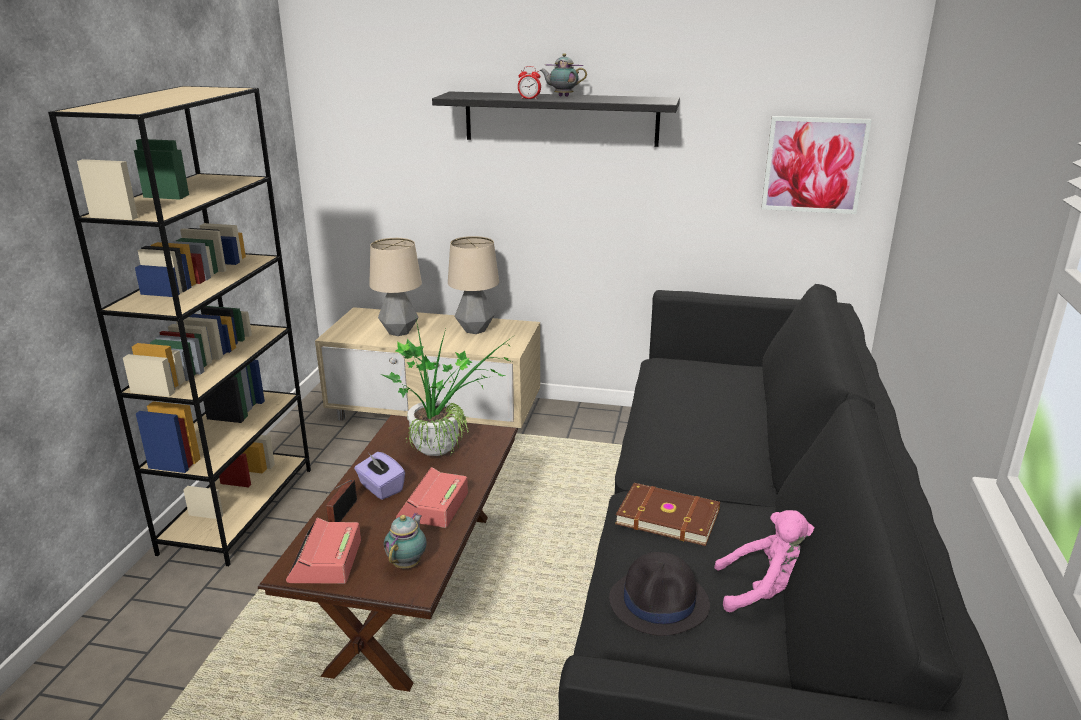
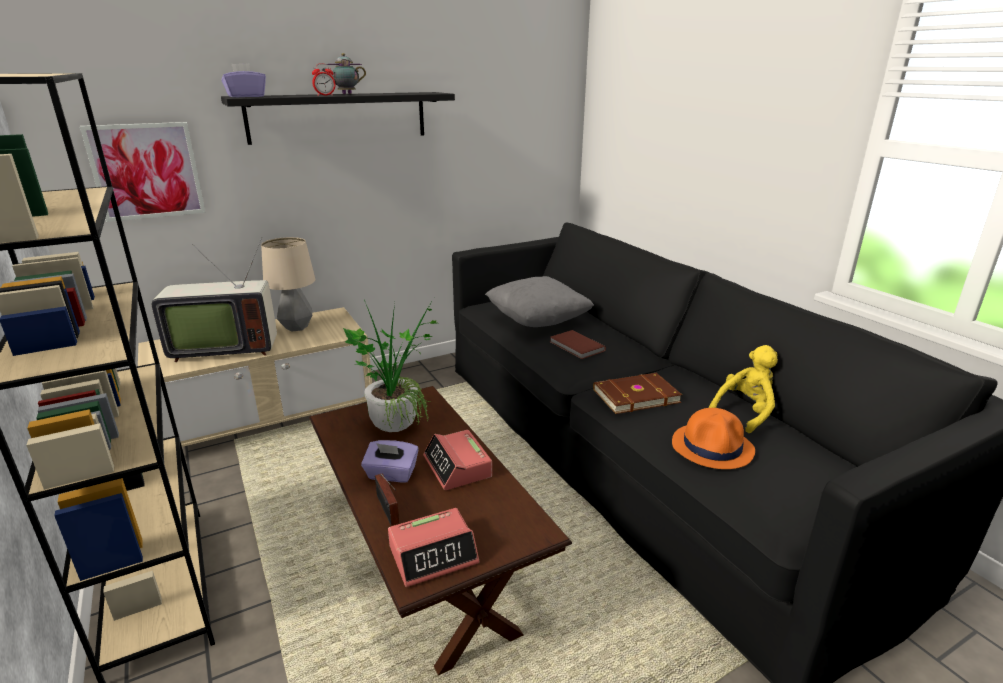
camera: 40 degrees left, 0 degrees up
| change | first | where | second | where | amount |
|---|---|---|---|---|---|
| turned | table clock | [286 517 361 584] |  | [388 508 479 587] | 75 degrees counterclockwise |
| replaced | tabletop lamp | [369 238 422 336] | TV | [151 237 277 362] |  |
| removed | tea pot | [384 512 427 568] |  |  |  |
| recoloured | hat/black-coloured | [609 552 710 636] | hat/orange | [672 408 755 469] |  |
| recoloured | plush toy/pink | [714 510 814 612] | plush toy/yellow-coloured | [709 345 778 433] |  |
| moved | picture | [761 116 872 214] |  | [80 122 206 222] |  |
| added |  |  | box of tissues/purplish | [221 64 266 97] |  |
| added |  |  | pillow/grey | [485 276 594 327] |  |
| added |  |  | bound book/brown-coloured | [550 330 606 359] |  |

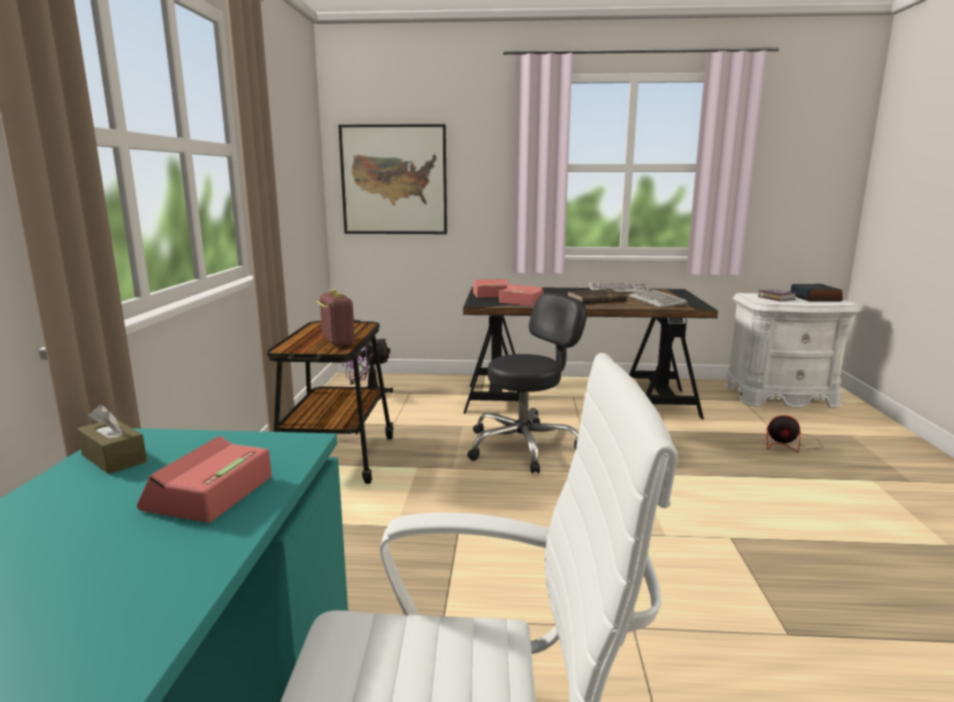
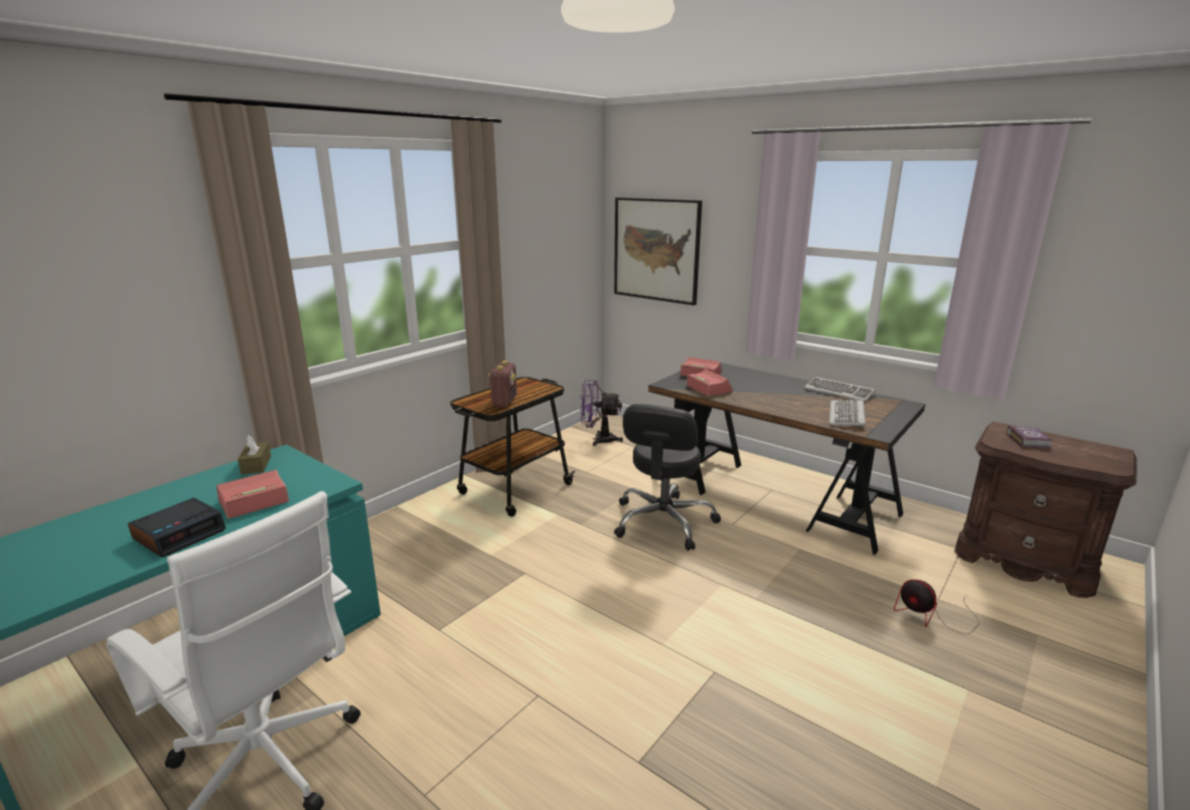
camera: 35 degrees right, 5 degrees up
| change | first | where | second | where | amount |
|---|---|---|---|---|---|
| turned | office chair/black-coloured | [467 293 587 473] |  | [614 404 721 550] | 105 degrees clockwise |
| removed | bound book/brown-coloured | [567 289 627 304] |  |  |  |
| recoloured | bedside table/white | [725 293 860 408] | bedside table/brown-coloured | [954 421 1137 598] |  |
| moved | table clock | [791 284 843 302] |  | [128 498 226 557] |  |

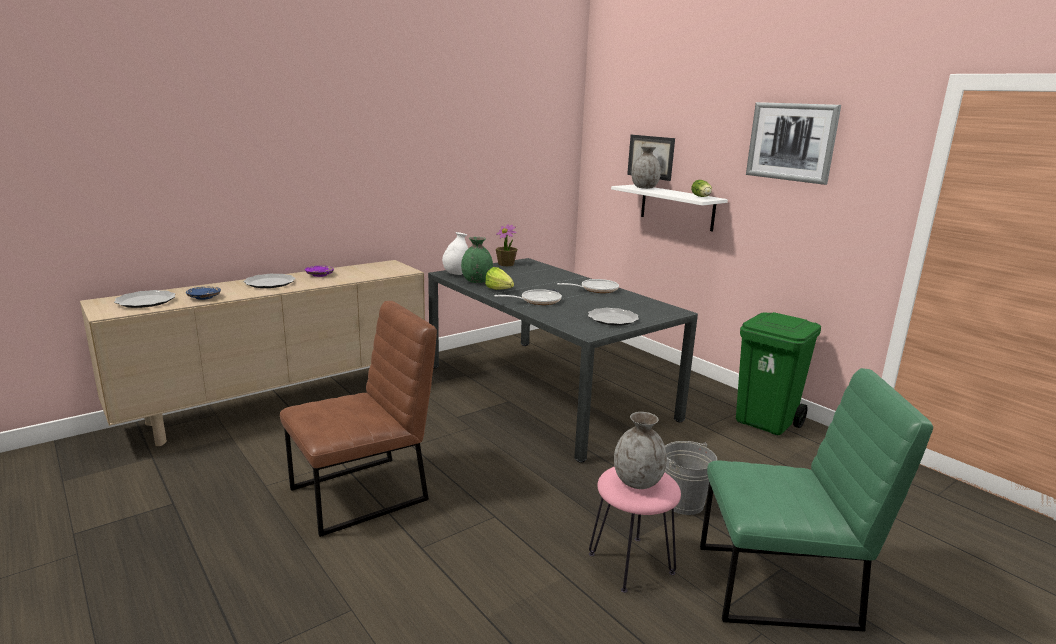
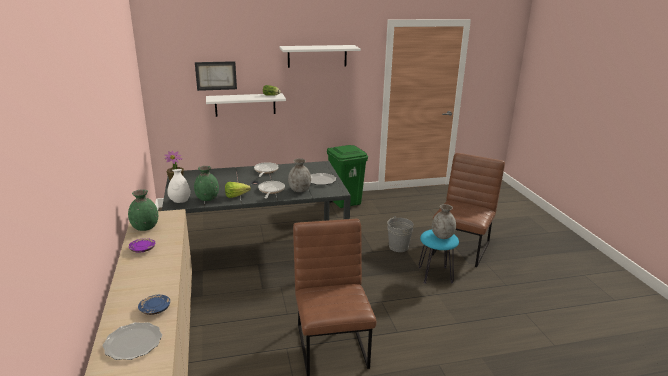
camera: 65 degrees left, 5 degrees up
| change | first | where | second | where | amount |
|---|---|---|---|---|---|
| removed | dinner plate | [243 274 296 288] |  |  |  |
| recoloured | stool seat/pink | [589 467 681 593] | stool seat/blue-green | [418 229 459 284] |  |
| moved | flower vase/grey | [632 146 661 189] |  | [288 158 311 192] |  |
| recoloured | plain chair/green | [700 368 933 632] | plain chair/brown-coloured | [432 153 505 267] |  |
| replaced | picture | [746 102 841 185] | shelf/white | [279 45 361 68] |  |
| added |  |  | flower vase/green | [128 189 158 231] |  |

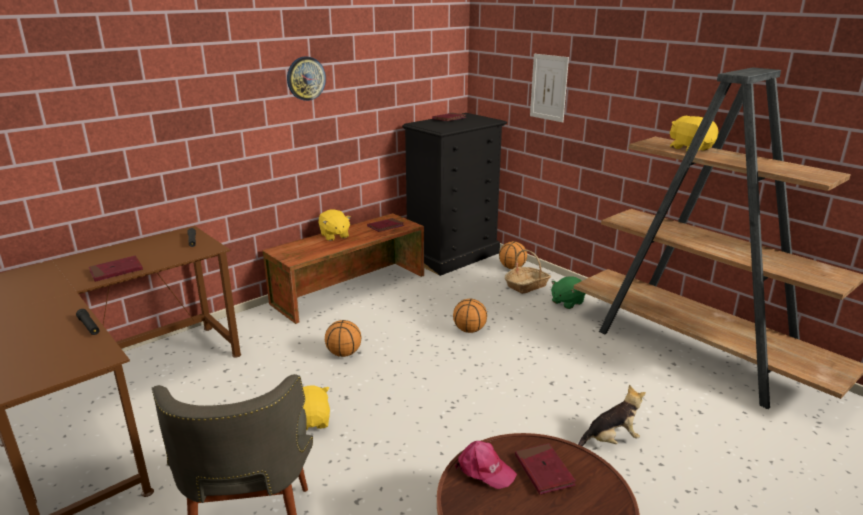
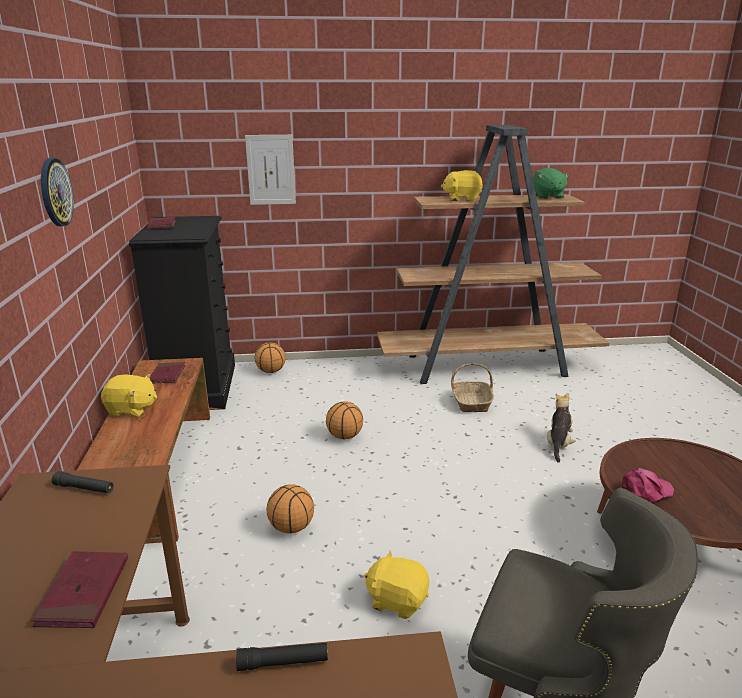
camera: 55 degrees left, 0 degrees up
| change | first | where | second | where | amount |
|---|---|---|---|---|---|
| moved | storage basket | [505 249 551 294] |  | [451 363 494 412] |  |
| removed | bound book/reddish | [515 443 576 495] |  |  |  |
| moved | plush toy/green | [551 276 585 309] |  | [533 168 570 199] |  |

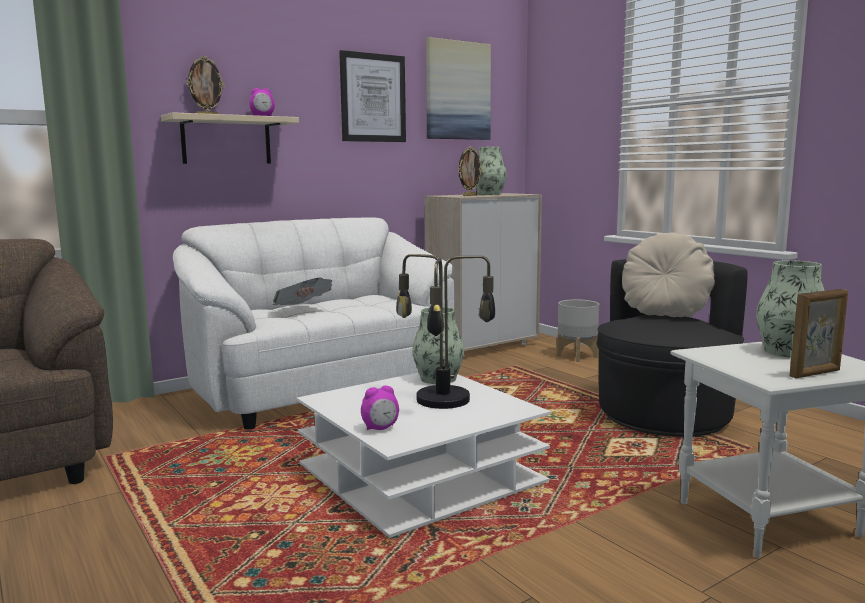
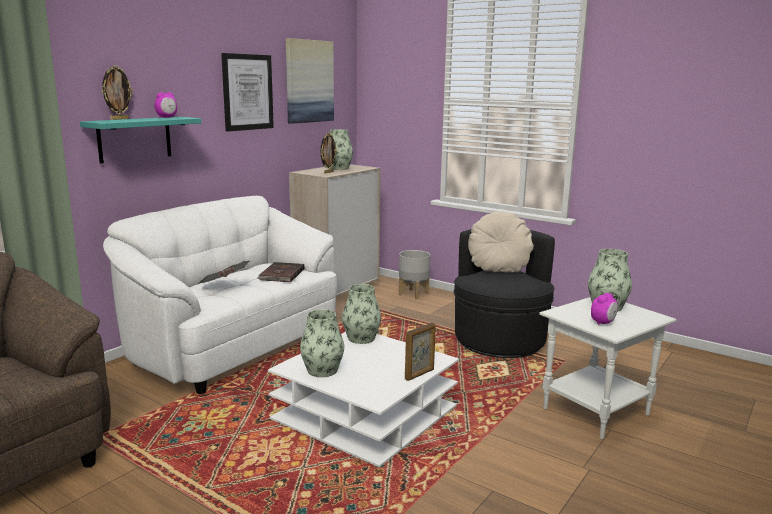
camera: 20 degrees left, 5 degrees up
| change | first | where | second | where | amount |
|---|---|---|---|---|---|
| recoloured | shelf/beige | [161 112 299 164] | shelf/blue-green | [80 117 201 164] |  |
| moved | table clock | [361 385 399 430] |  | [591 293 618 325] |  |
| removed | tabletop lamp | [396 254 495 409] |  |  |  |
| moved | standing frame | [790 289 848 378] |  | [405 323 436 381] |  |
| added |  |  | bound book/brown-coloured | [256 262 304 282] |  |
| added |  |  | flower vase | [300 309 344 377] |  |

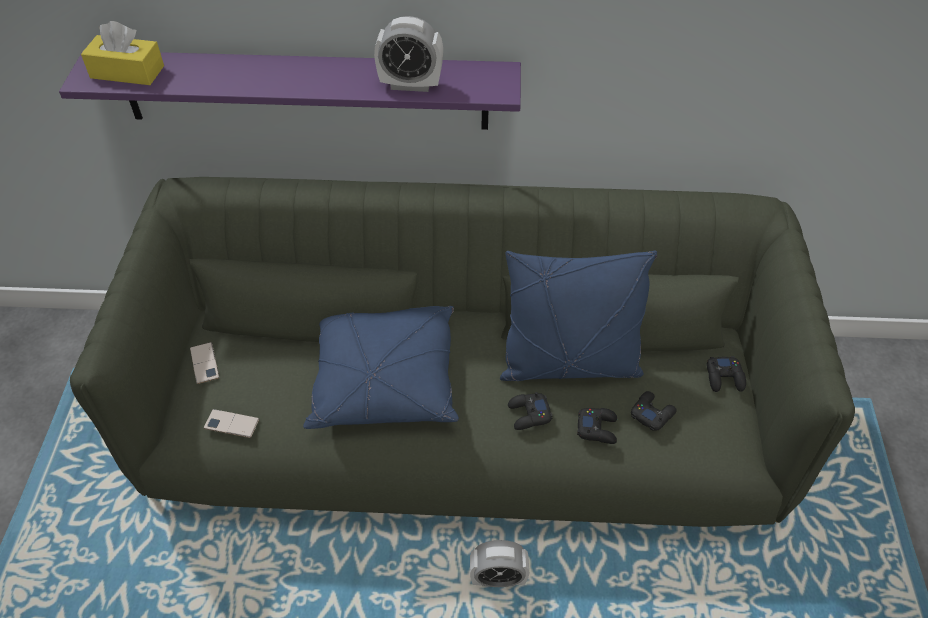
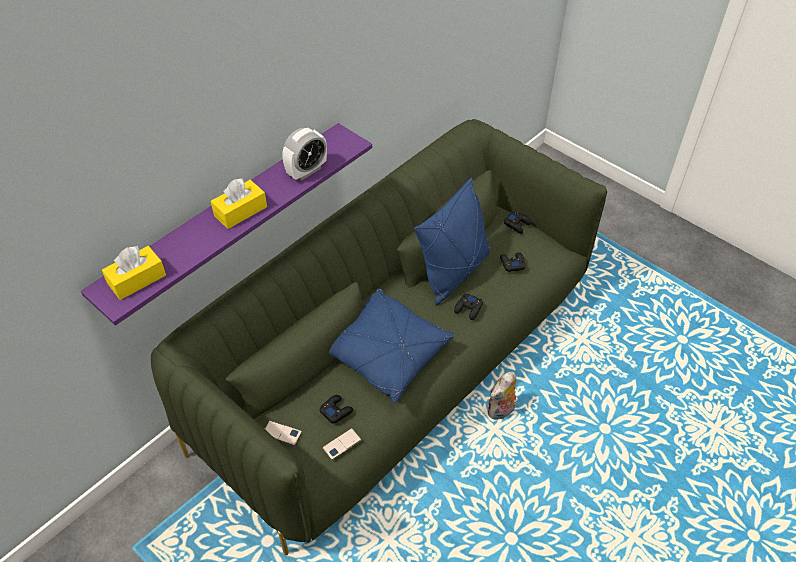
camera: 50 degrees left, 0 degrees up
| change | first | where | second | where | amount |
|---|---|---|---|---|---|
| replaced | table clock | [470 540 529 587] | plush toy | [488 372 517 420] |  |
| moved | gamepad/black-coloured | [577 408 617 444] |  | [320 395 353 424] |  |
| added |  |  | box of tissues/yellow-coloured | [211 178 267 229] |  |

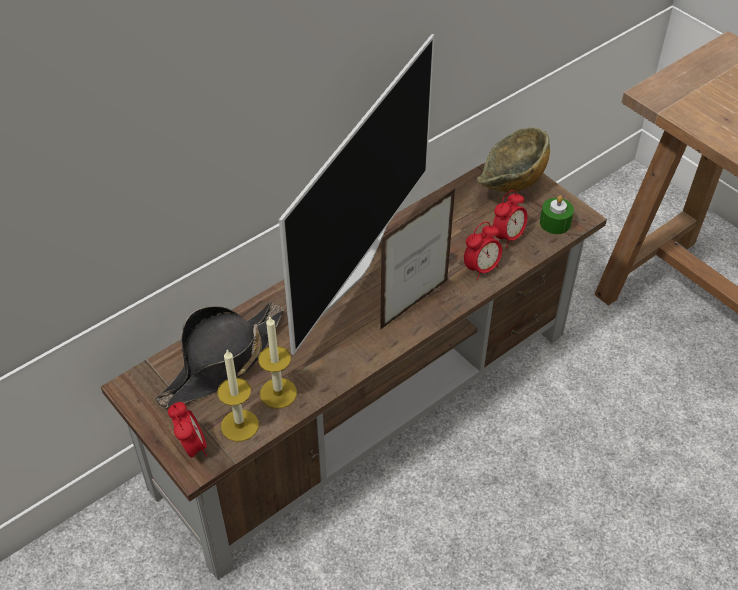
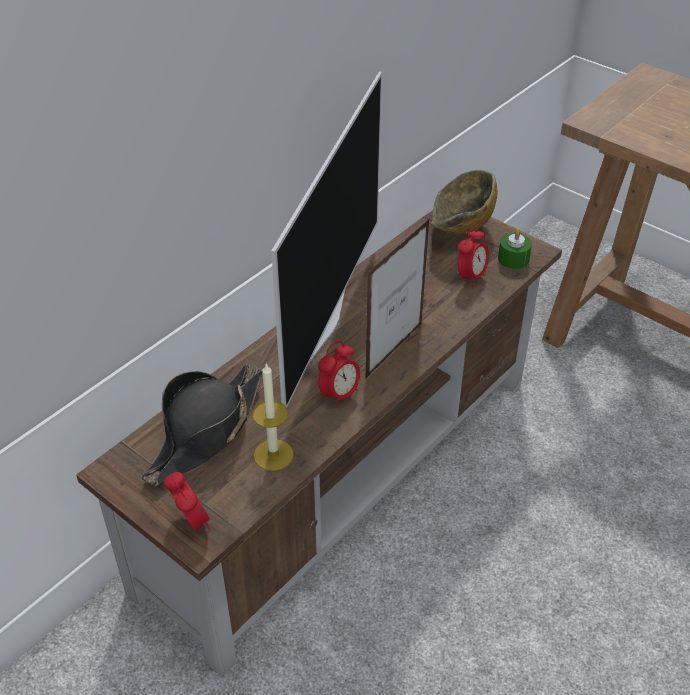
camera: 10 degrees left, 5 degrees down
| change | first | where | second | where | amount |
|---|---|---|---|---|---|
| removed | candle | [217 349 259 442] |  |  |  |
| moved | table clock | [464 222 502 280] |  | [318 341 360 408] |  |

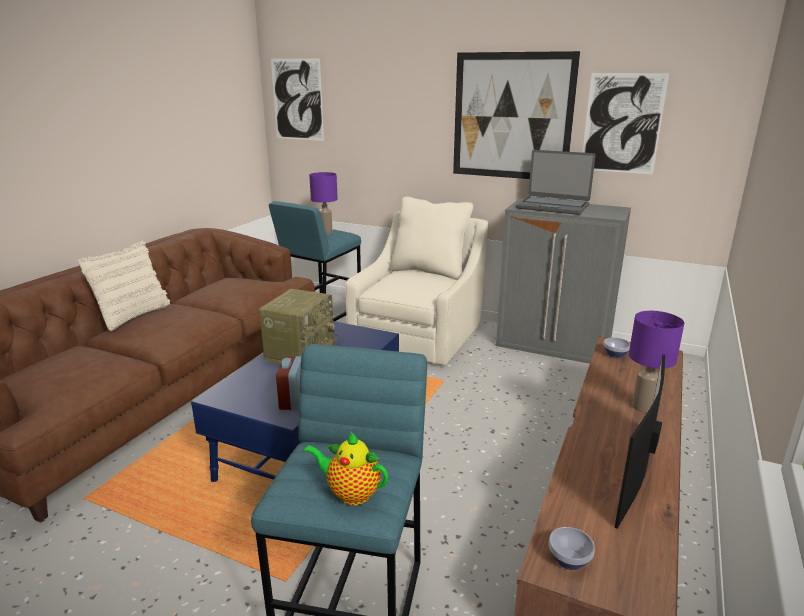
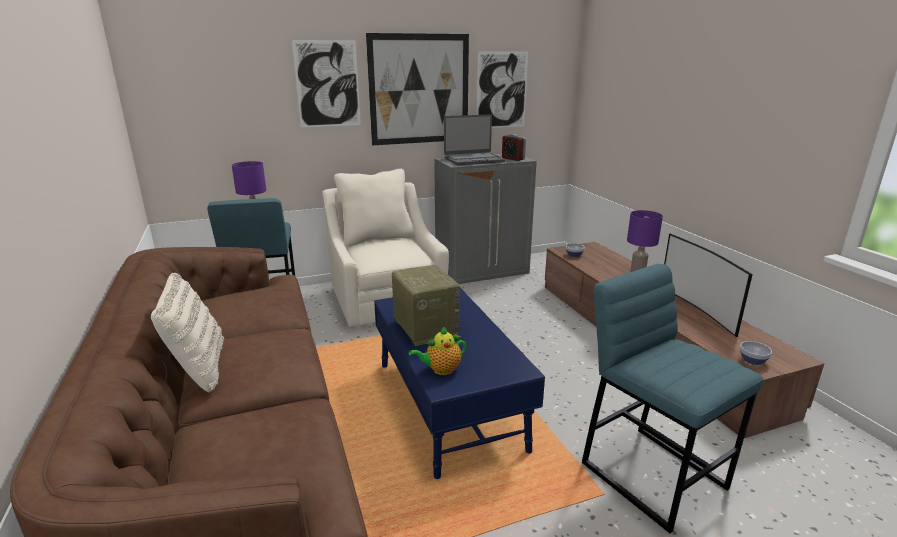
camera: 45 degrees left, 0 degrees up
| change | first | where | second | where | amount |
|---|---|---|---|---|---|
| moved | picture | [271 59 324 141] |  | [292 40 361 128] |  |
| moved | table clock | [276 356 301 410] |  | [502 134 526 161] |  |
| moved | tea pot | [304 432 388 505] |  | [409 327 466 375] |  |

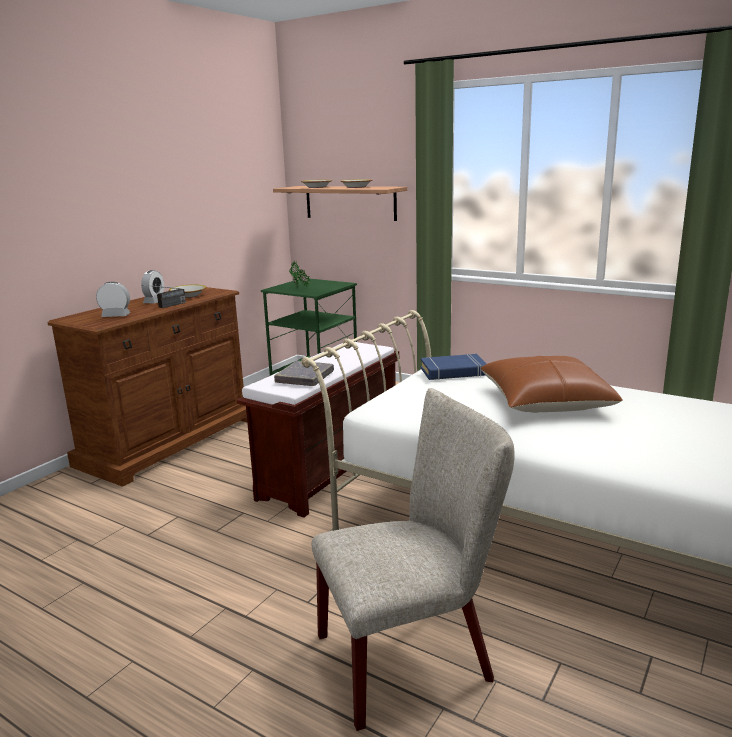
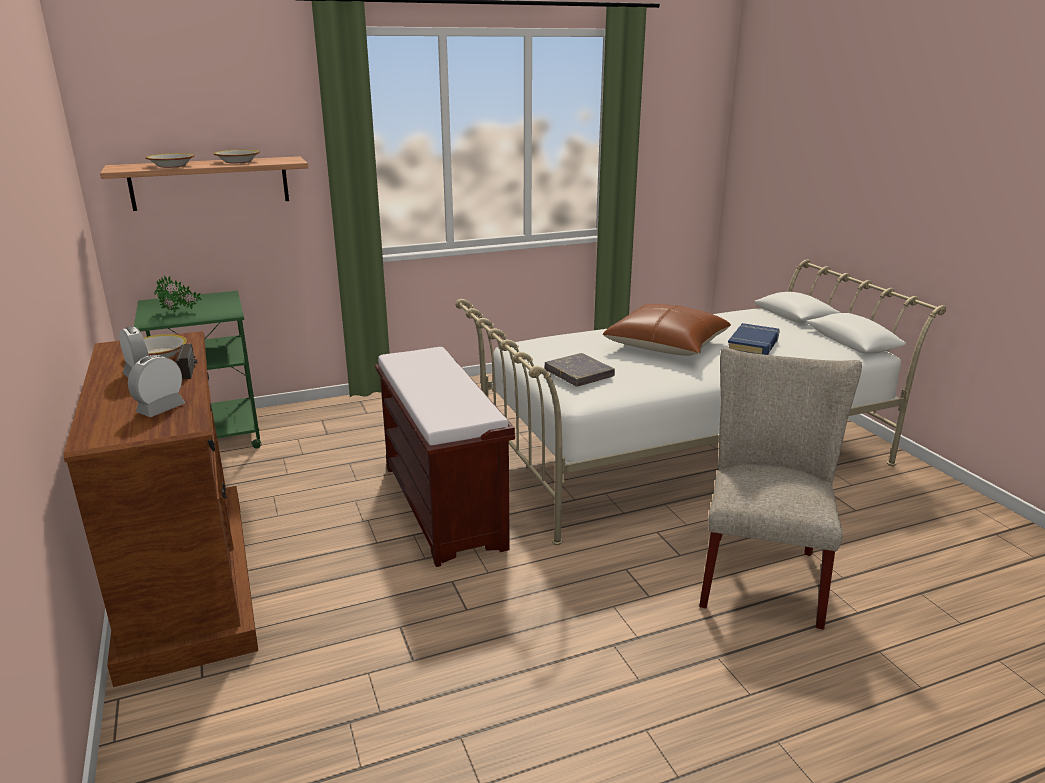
camera: 55 degrees left, 5 degrees up
| change | first | where | second | where | amount |
|---|---|---|---|---|---|
| moved | bound book/grey | [274 361 334 386] |  | [545 353 615 387] |  |
| moved | bound book/blue-coloured | [421 354 487 380] |  | [728 323 780 355] |  |

